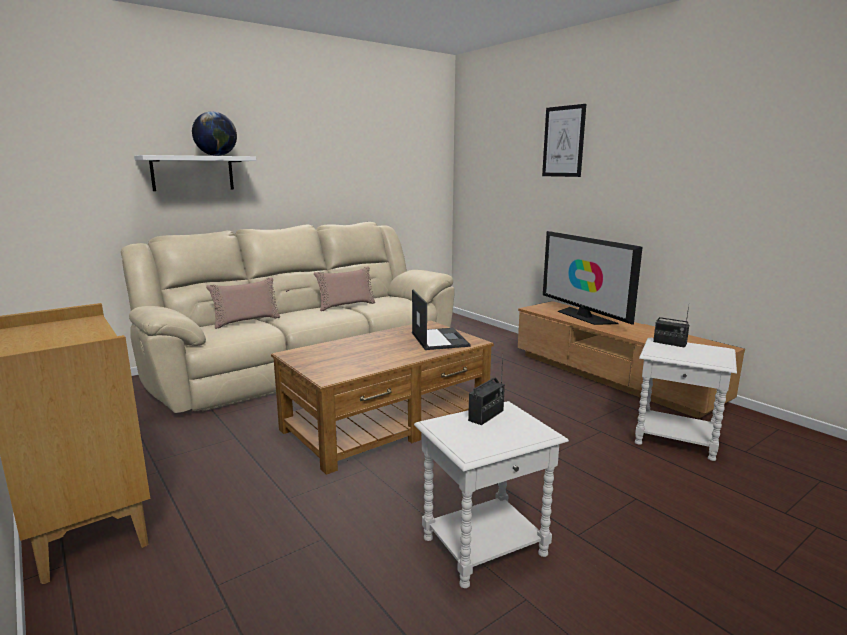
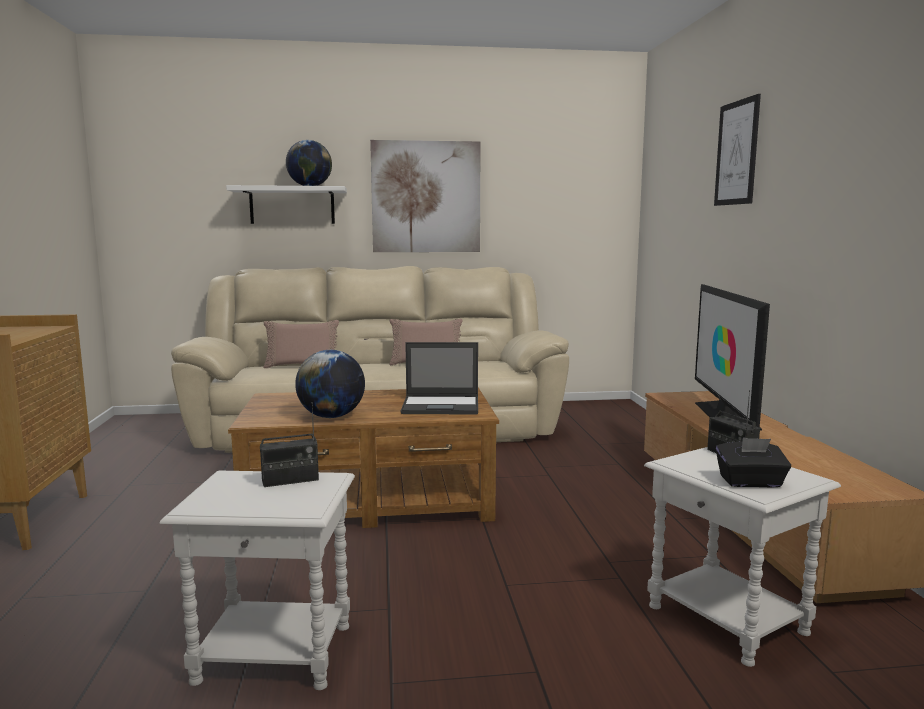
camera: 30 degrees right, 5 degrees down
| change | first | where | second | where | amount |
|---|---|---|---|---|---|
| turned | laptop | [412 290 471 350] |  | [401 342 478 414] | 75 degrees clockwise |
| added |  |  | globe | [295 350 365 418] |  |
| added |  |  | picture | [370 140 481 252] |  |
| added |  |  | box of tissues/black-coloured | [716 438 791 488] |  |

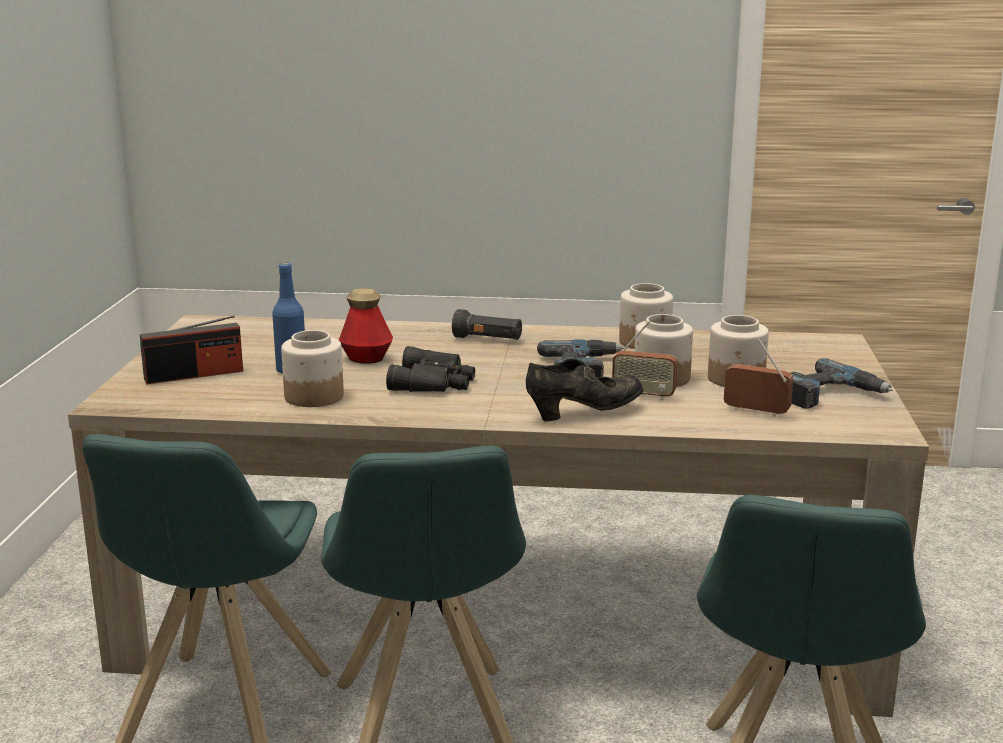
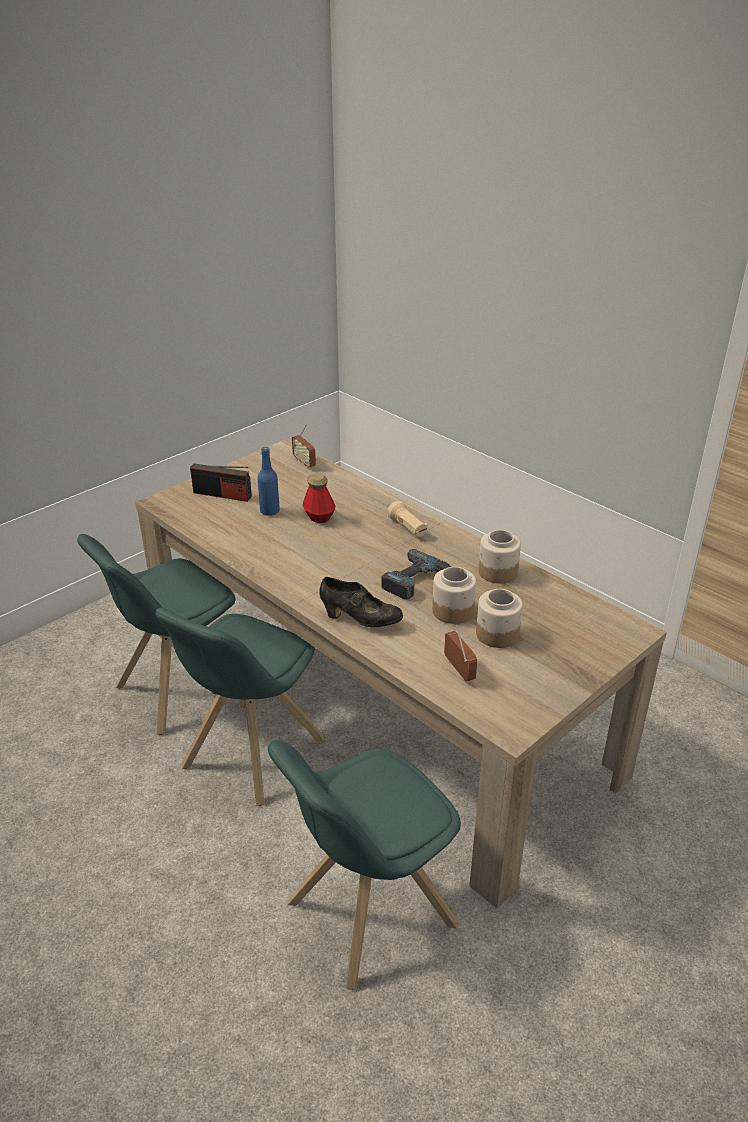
camera: 40 degrees right, 15 degrees up
| change | first | where | second | where | amount |
|---|---|---|---|---|---|
| removed | jar | [281 330 344 407] |  |  |  |
| removed | binoculars/black-coloured | [386 346 475 392] |  |  |  |
| recoloured | torch/black-coloured | [452 309 522 340] | torch/beige | [387 501 428 537] |  |
| moved | radio set | [612 321 678 400] |  | [292 424 316 469] |  |
| removed | drill | [791 358 893 409] |  |  |  |

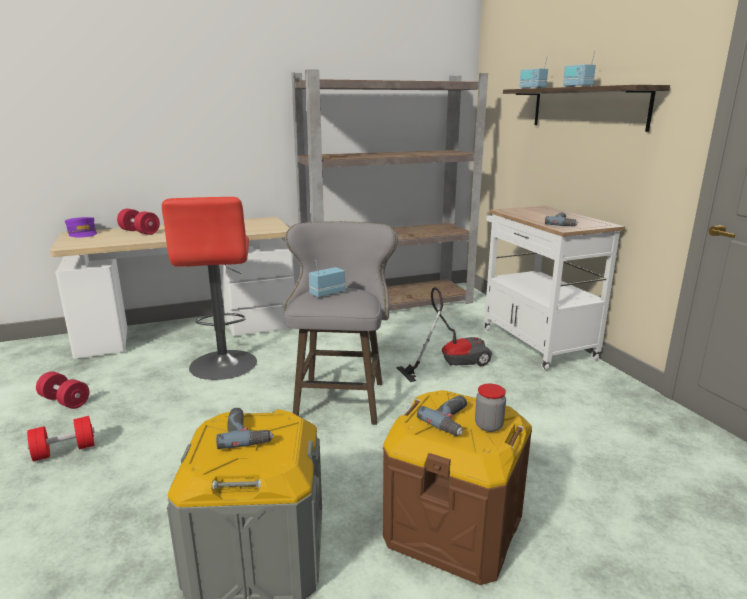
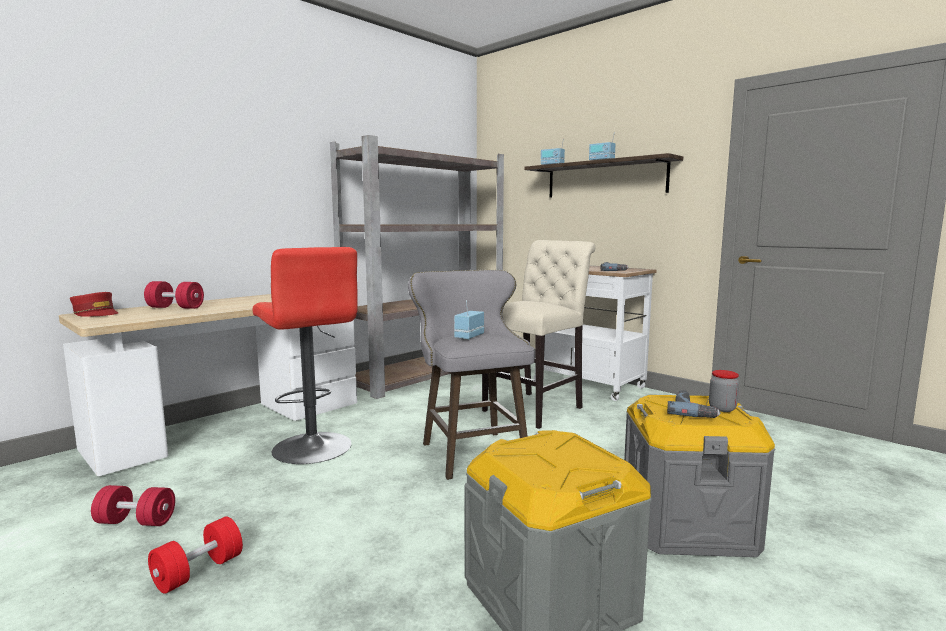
camera: 25 degrees left, 10 degrees down
| change | first | where | second | where | amount |
|---|---|---|---|---|---|
| recoloured | peaked cap/purplish | [65 217 97 238] | peaked cap/reddish | [70 292 118 317] |  |
| removed | drill | [216 408 274 449] |  |  |  |
| recoloured | storage box/brown-coloured | [383 390 532 585] | storage box/grey | [624 395 775 557] |  |
| replaced | vacuum | [396 287 492 382] | stool seat/beige | [482 240 596 429] |  |

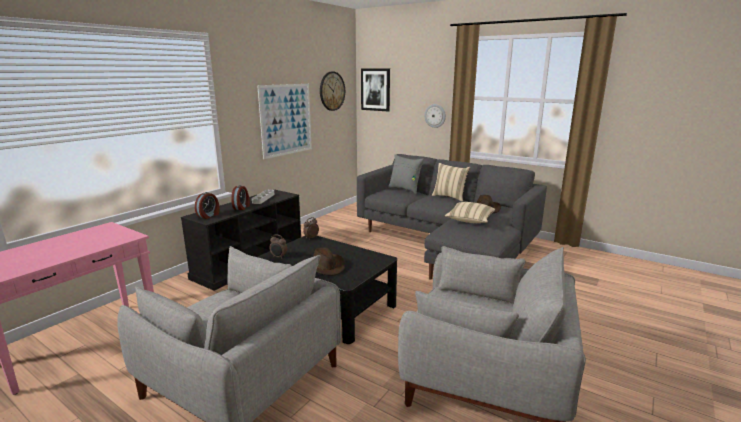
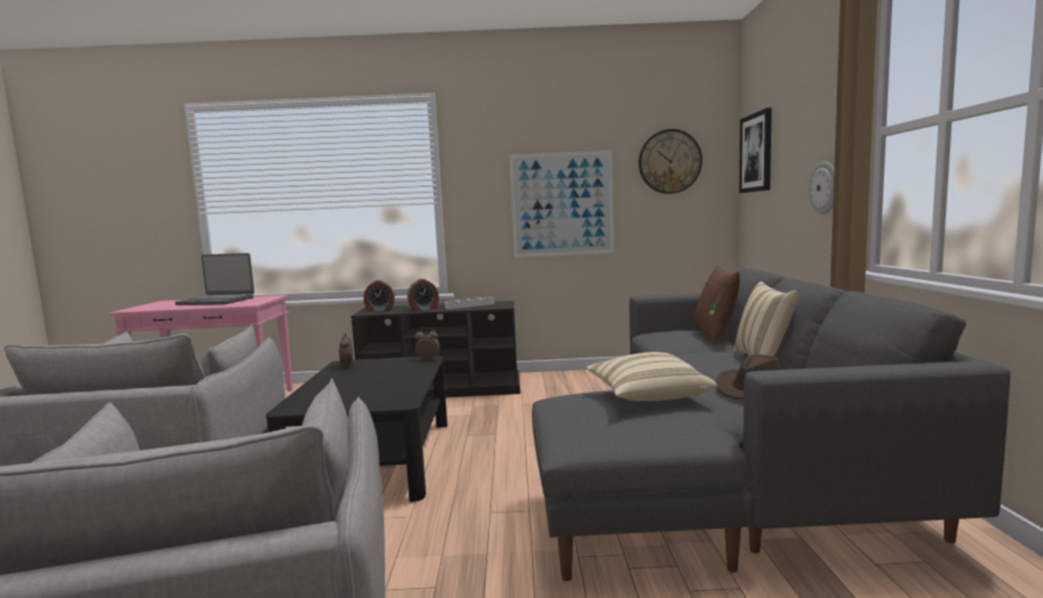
camera: 55 degrees right, 10 degrees down
| change | first | where | second | where | amount |
|---|---|---|---|---|---|
| removed | hat/brown-coloured | [313 247 345 276] |  |  |  |
| recoloured | pillow/grey | [388 155 424 194] | pillow/brown-coloured | [694 265 740 344] |  |
| added |  |  | laptop | [175 253 254 305] |  |

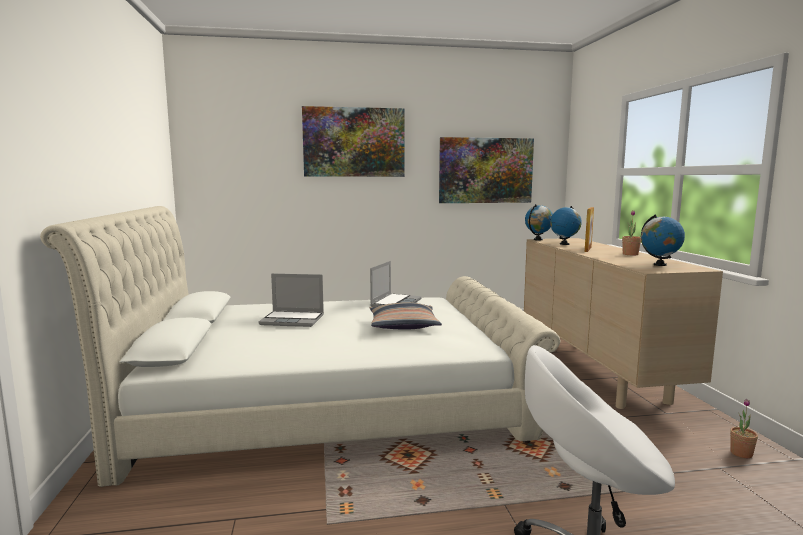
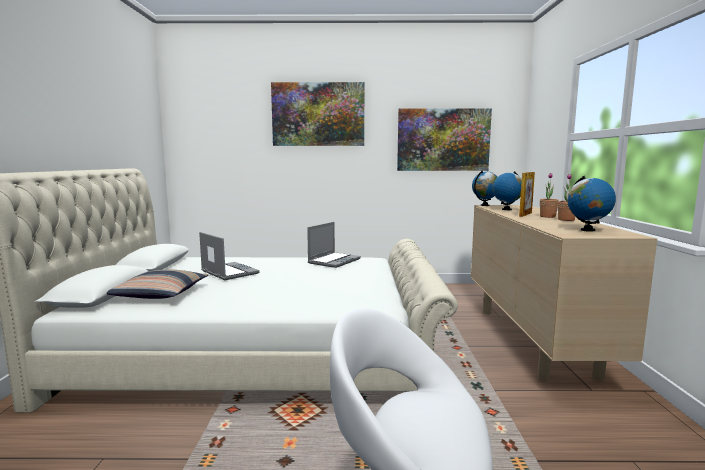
camera: 10 degrees right, 0 degrees up
| change | first | where | second | where | amount |
|---|---|---|---|---|---|
| turned | laptop | [258 273 324 327] |  | [199 232 260 280] | 150 degrees counterclockwise |
| moved | pillow | [370 302 442 330] |  | [107 269 208 299] |  |
| moved | plant in a pot | [730 399 758 458] |  | [540 173 559 218] |  |

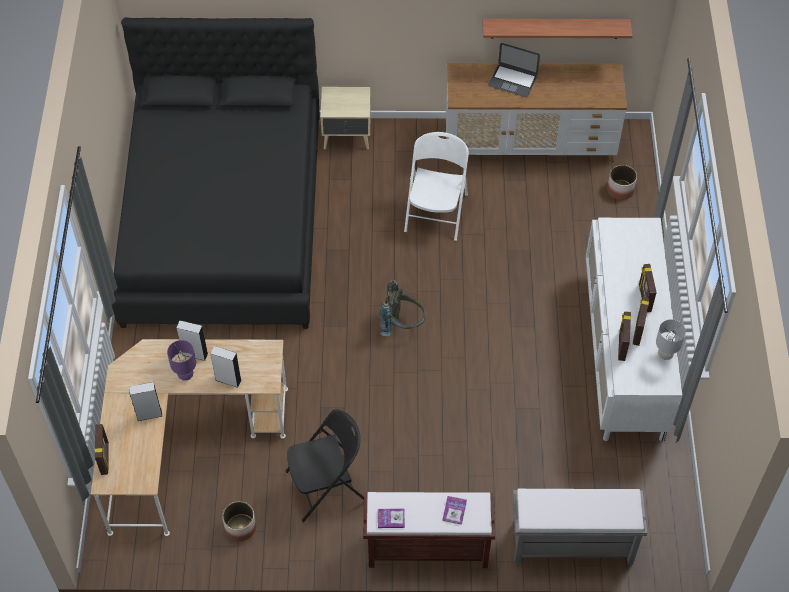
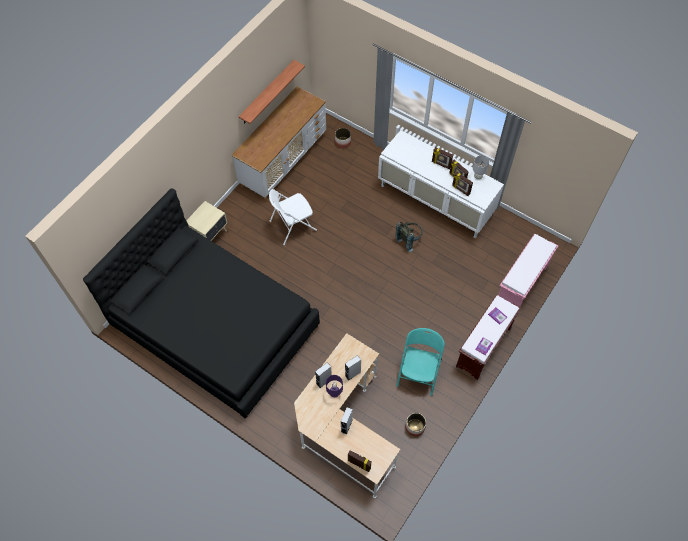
camera: 55 degrees left, 5 degrees up
| change | first | where | second | where | amount |
|---|---|---|---|---|---|
| recoloured | plain chair/black-coloured | [285 409 364 522] | plain chair/blue-green | [396 328 445 396] |  |
| moved | backpack/grey | [380 280 426 336] |  | [395 222 423 252] |  |
| turned | plain chair/white | [404 132 469 241] |  | [269 189 317 245] | 75 degrees counterclockwise |
| removed | laptop | [488 43 540 97] |  |  |  |
| recoloured | indoor bench/grey | [513 489 647 565] | indoor bench/pink | [498 234 559 307] |  |

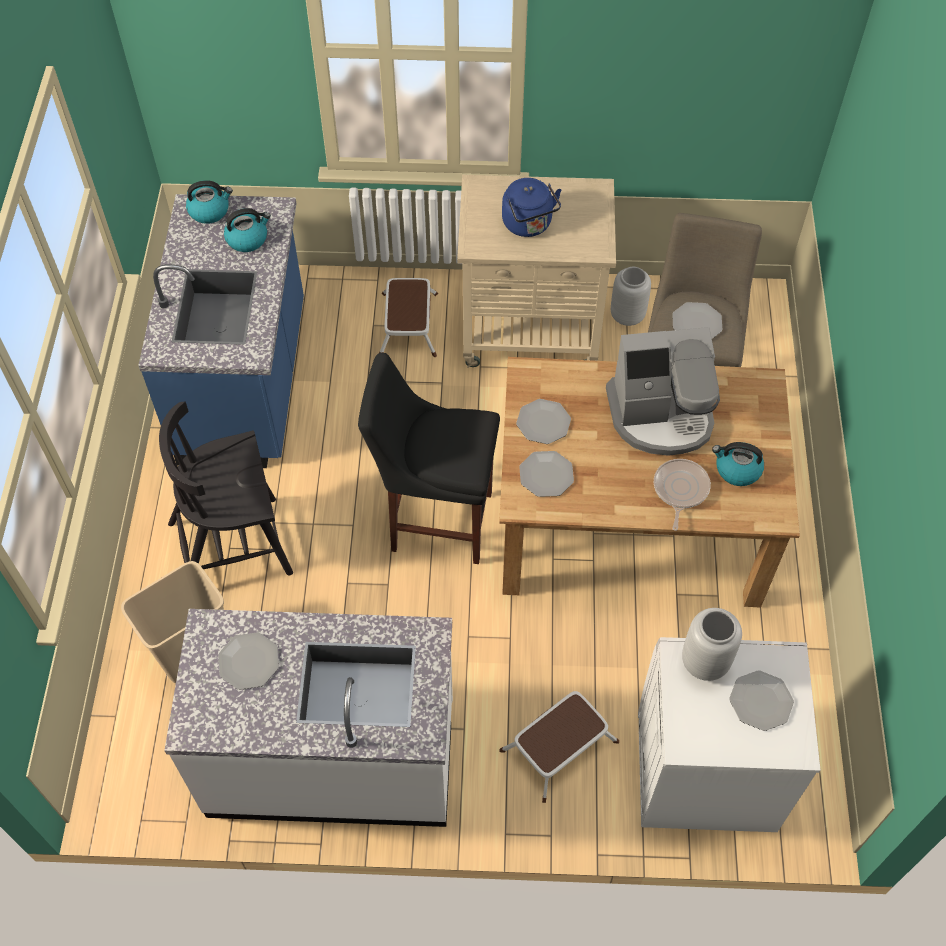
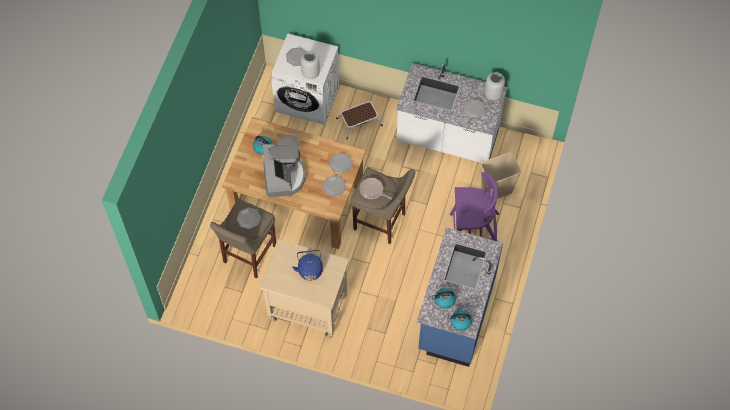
camera: 165 degrees left, 5 degrees up
| change | first | where | second | where | amount |
|---|---|---|---|---|---|
| recoloured | plain chair/black-coloured | [159 401 293 575] | plain chair/purplish | [450 172 499 241] |  |
| recoloured | stool seat/black-coloured | [358 353 500 564] | stool seat/beige | [350 167 415 244] |  |
| removed | step ladder/brown-coloured | [379 278 438 357] |  |  |  |
| turned | coffee brewer | [606 327 720 456] |  | [263 144 306 198] | 75 degrees clockwise |
| moved | flower vase/grey | [611 267 651 326] |  | [485 72 505 101] |  |
| added |  |  | skillet | [359 178 392 200] |  |

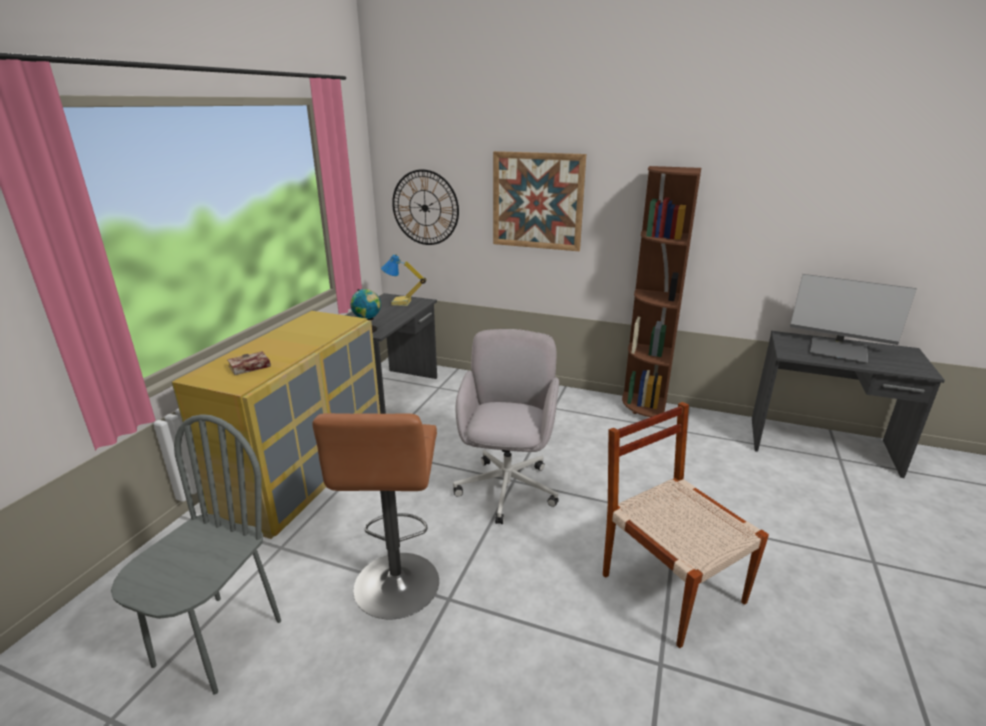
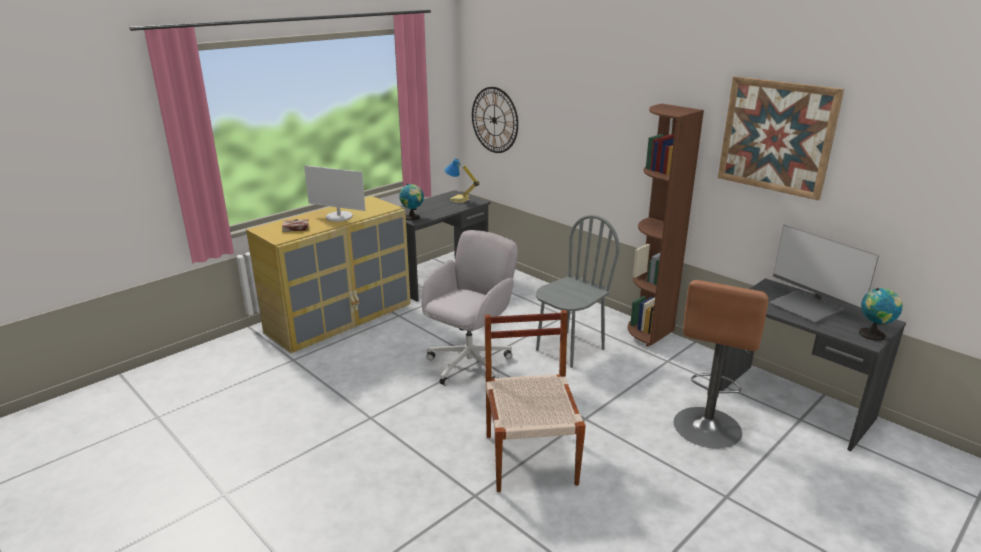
camera: 25 degrees right, 0 degrees up
| change | first | where | second | where | amount |
|---|---|---|---|---|---|
| moved | plain chair/grey | [111 414 281 695] |  | [536 215 619 368] |  |
| moved | stool seat/brown-coloured | [312 413 439 620] |  | [674 280 768 449] |  |
| moved | picture | [493 151 586 251] |  | [718 76 844 200] |  |
| added |  |  | monitor | [304 165 366 222] |  |
| added |  |  | globe | [859 288 903 341] |  |

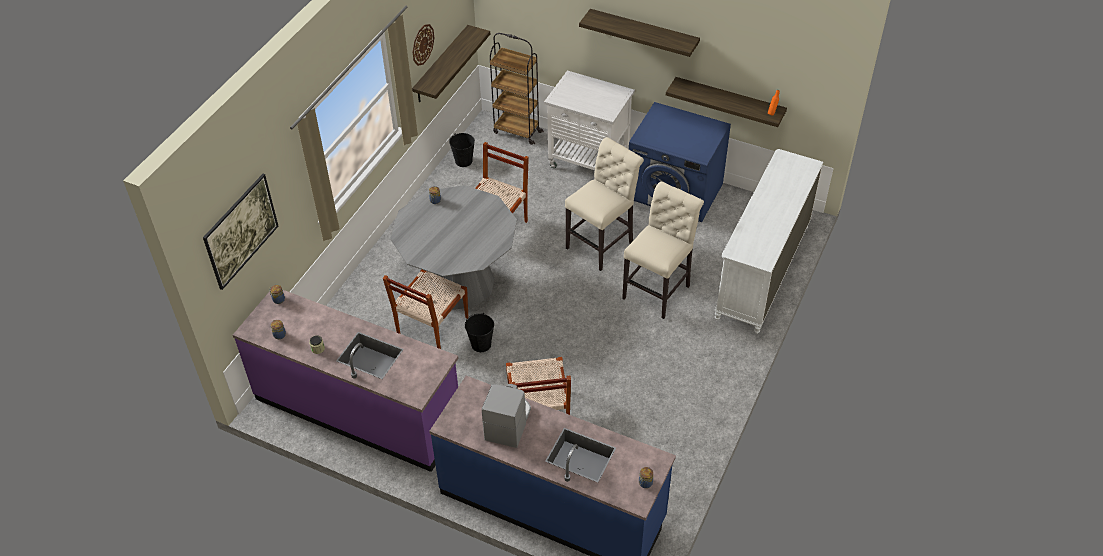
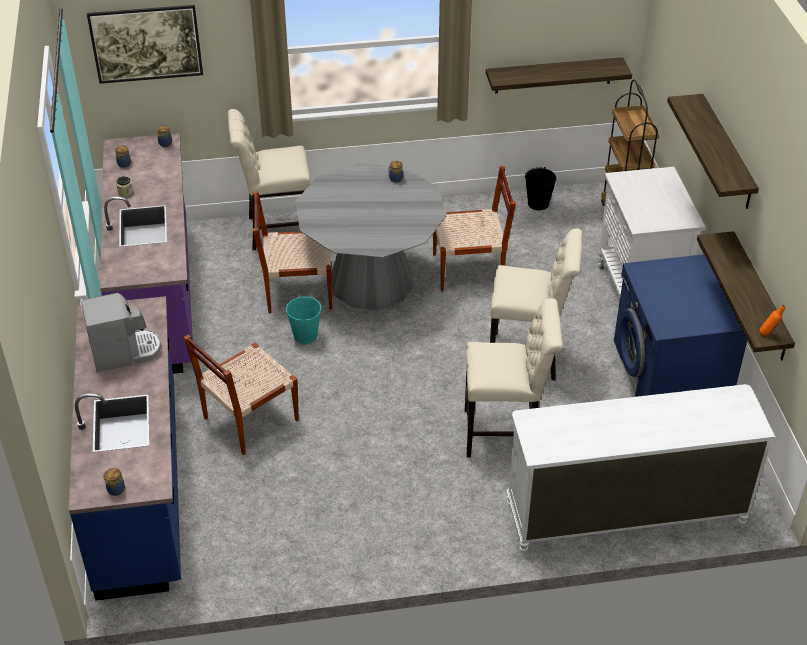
camera: 55 degrees right, 5 degrees down
| change | first | where | second | where | amount |
|---|---|---|---|---|---|
| removed | wall clock | [413 24 434 66] |  |  |  |
| recoloured | water bucket/black-coloured | [465 313 494 352] | water bucket/blue-green | [286 296 321 344] |  |
| added |  |  | stool seat/beige | [228 109 310 250] |  |

